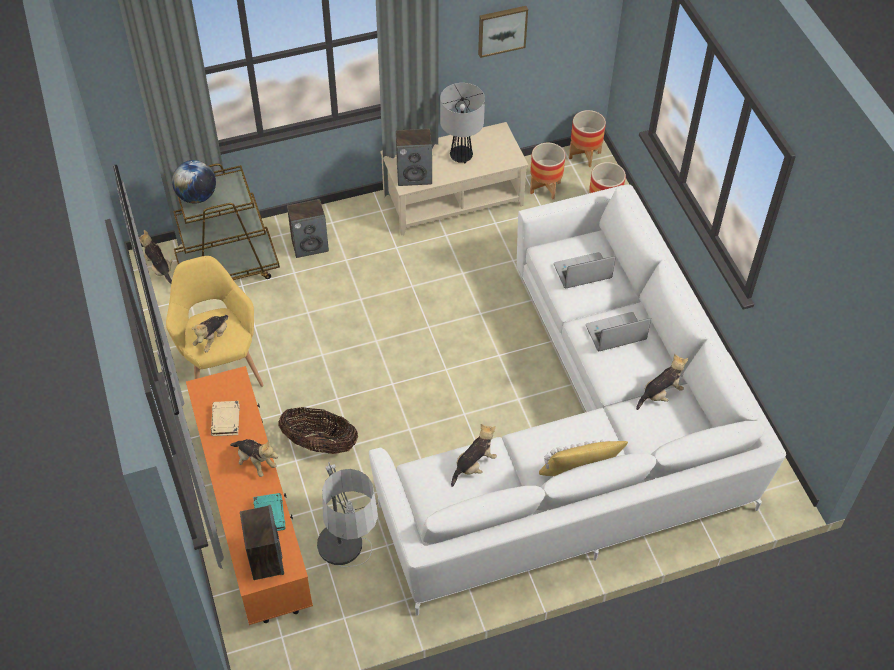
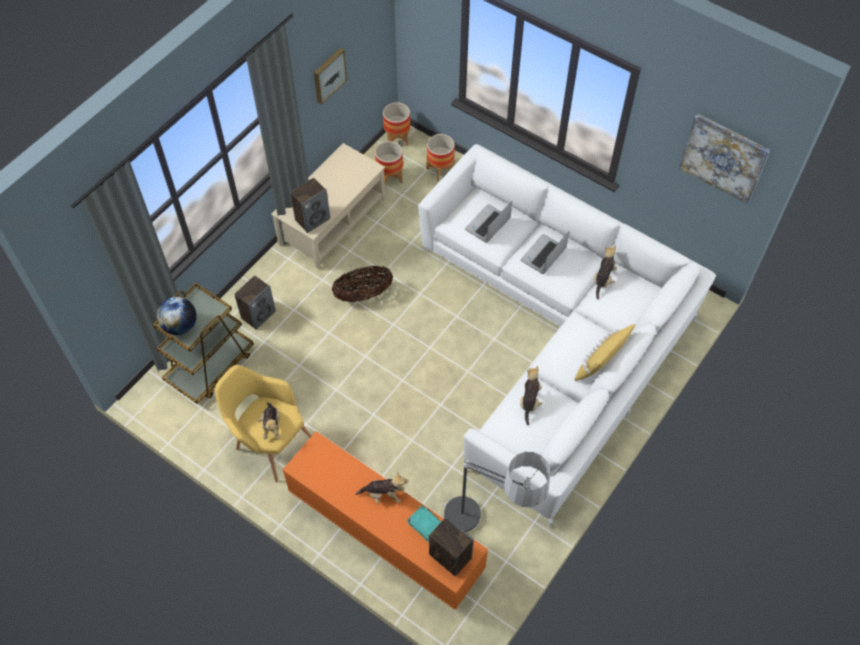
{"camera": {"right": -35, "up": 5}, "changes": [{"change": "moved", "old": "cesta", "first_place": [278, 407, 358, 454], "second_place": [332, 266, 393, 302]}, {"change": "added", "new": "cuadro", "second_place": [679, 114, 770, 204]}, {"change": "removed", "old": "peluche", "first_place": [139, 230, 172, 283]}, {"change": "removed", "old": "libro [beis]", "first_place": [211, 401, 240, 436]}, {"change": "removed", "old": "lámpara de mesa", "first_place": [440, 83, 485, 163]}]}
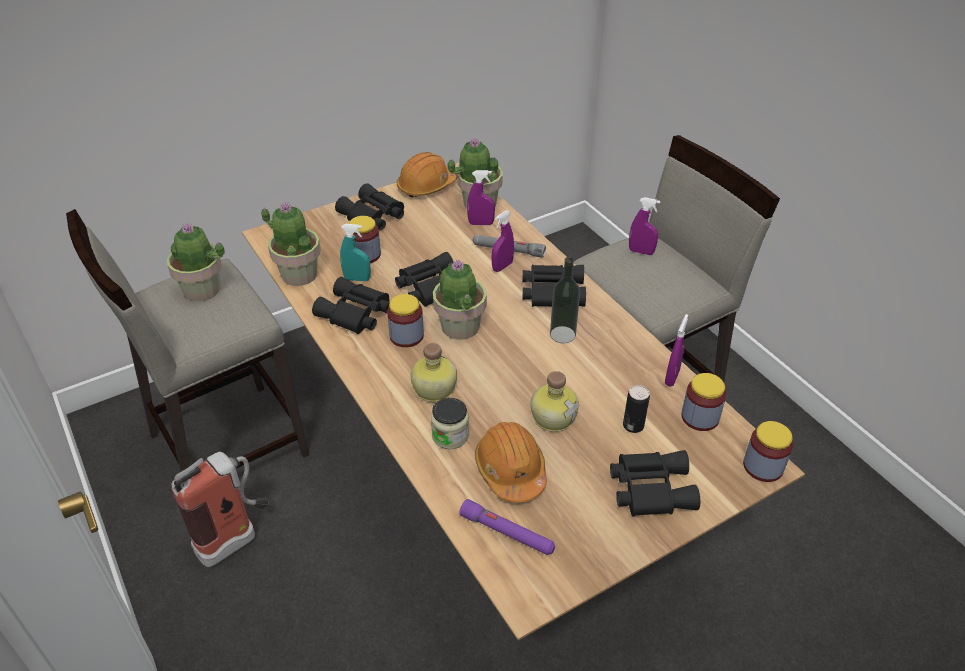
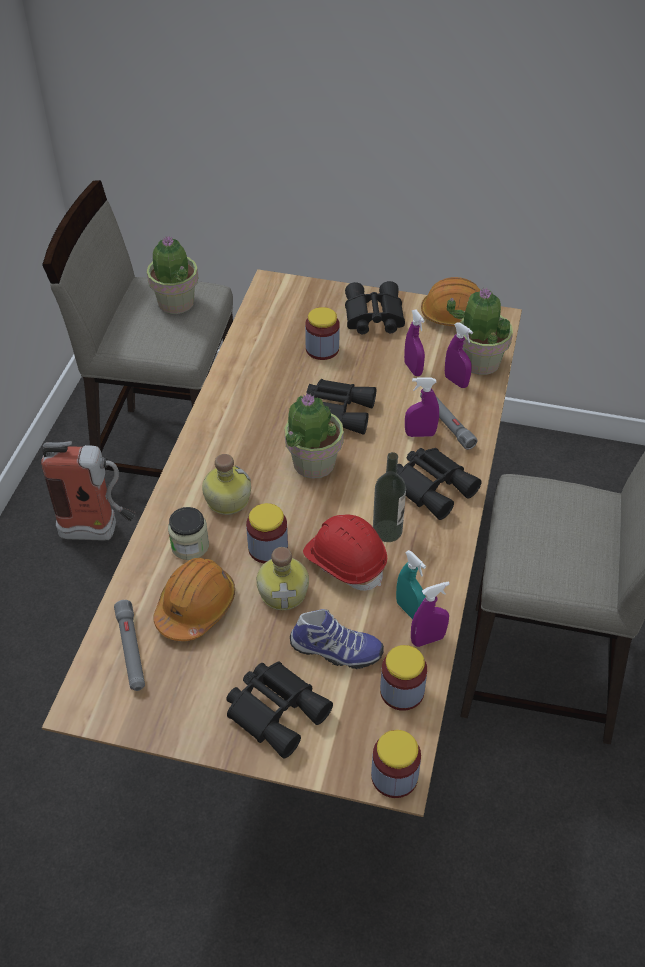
{"camera": {"right": 45, "up": 5}, "changes": [{"change": "recoloured", "old": "linterna [morado]", "new": "linterna [gris]", "first_place": [459, 499, 555, 555], "second_place": [114, 600, 145, 691]}, {"change": "moved", "old": "tarro", "first_place": [387, 294, 424, 347], "second_place": [246, 503, 288, 563]}, {"change": "replaced", "old": "lata", "new": "zapato", "first_place": [623, 385, 650, 433], "second_place": [290, 609, 384, 669]}, {"change": "added", "new": "casco [rojo]", "second_place": [303, 515, 387, 591]}, {"change": "moved", "old": "pulverizador [turquesa]", "first_place": [340, 224, 371, 281], "second_place": [396, 550, 426, 619]}, {"change": "moved", "old": "pulverizador [morado]", "first_place": [629, 197, 660, 255], "second_place": [404, 309, 425, 376]}, {"change": "removed", "old": "planta en maceta", "first_place": [261, 203, 321, 286]}, {"change": "removed", "old": "prismáticos [negro]", "first_place": [312, 277, 390, 334]}]}
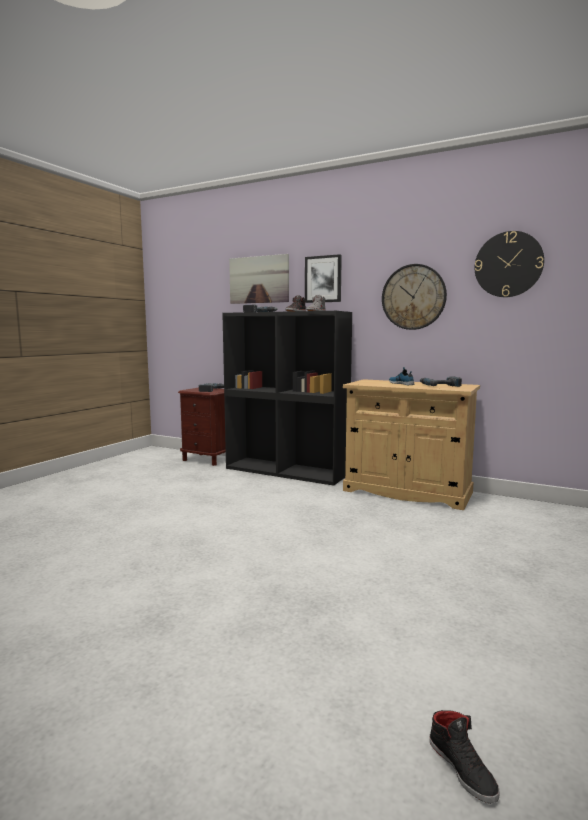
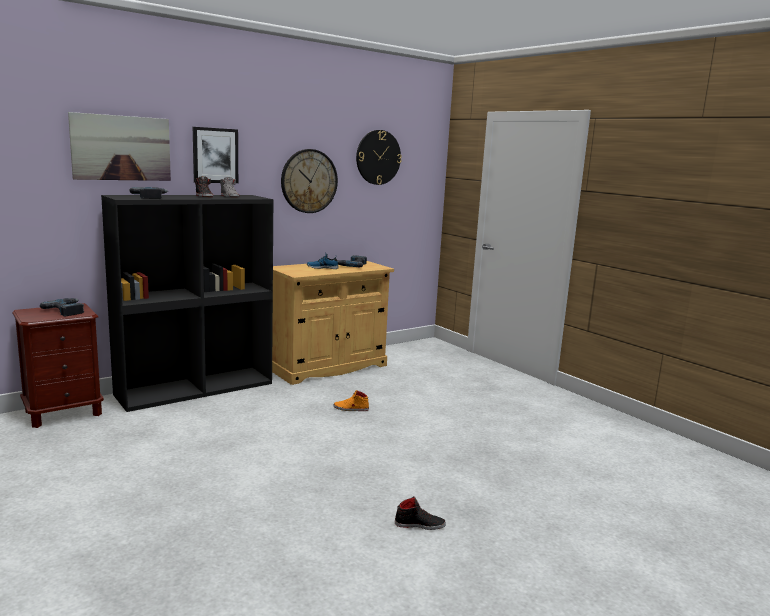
{"camera": {"right": -65, "up": 5}, "changes": [{"change": "added", "new": "zapato [naranja]", "second_place": [334, 390, 369, 411]}, {"change": "moved", "old": "zapato [negro]", "first_place": [429, 710, 500, 804], "second_place": [395, 496, 446, 530]}]}
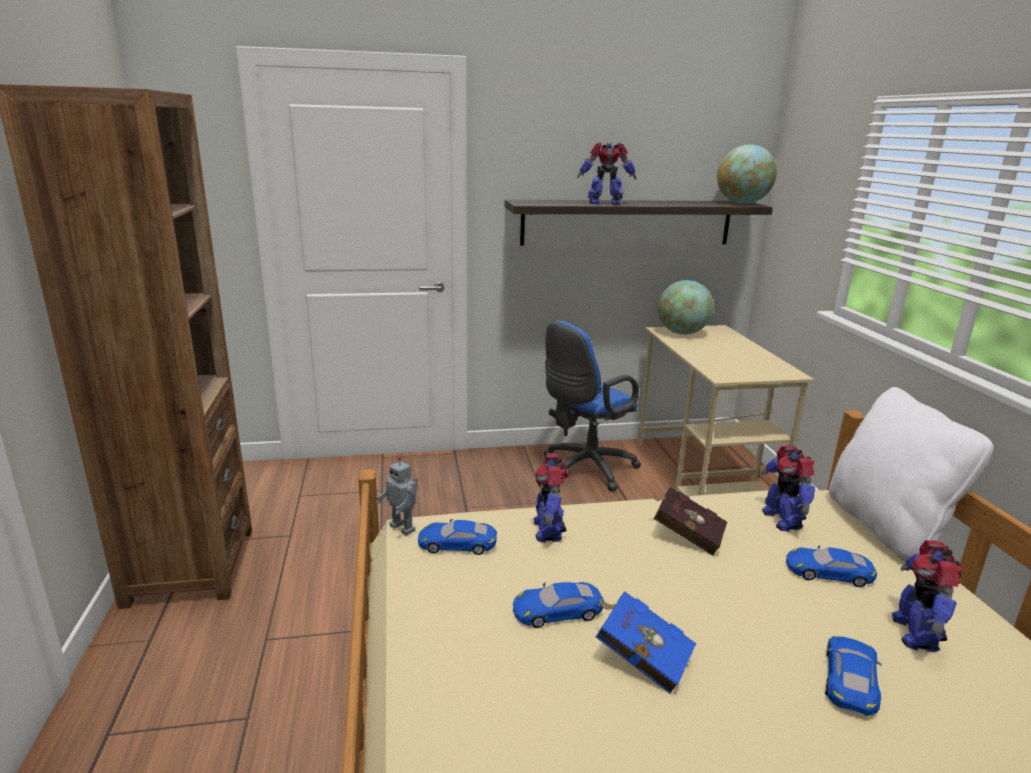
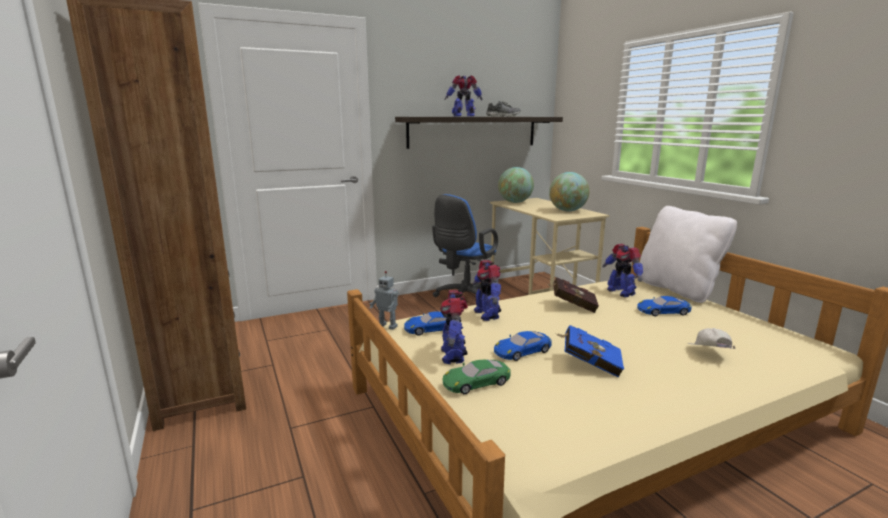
{"camera": {"right": -15, "up": -5}, "changes": [{"change": "moved", "old": "robot de juguete", "first_place": [892, 540, 963, 652], "second_place": [440, 290, 468, 364]}, {"change": "added", "new": "coche de juguete [verde]", "second_place": [442, 360, 511, 394]}, {"change": "added", "new": "zapato", "second_place": [486, 101, 521, 116]}, {"change": "moved", "old": "globo terráqueo", "first_place": [717, 144, 777, 204], "second_place": [549, 172, 590, 211]}, {"change": "replaced", "old": "coche de juguete [azul]", "new": "gorra [blanco]", "first_place": [825, 636, 881, 716], "second_place": [688, 328, 735, 349]}]}
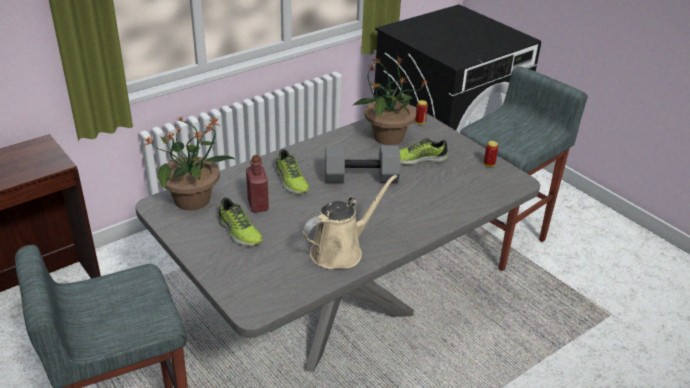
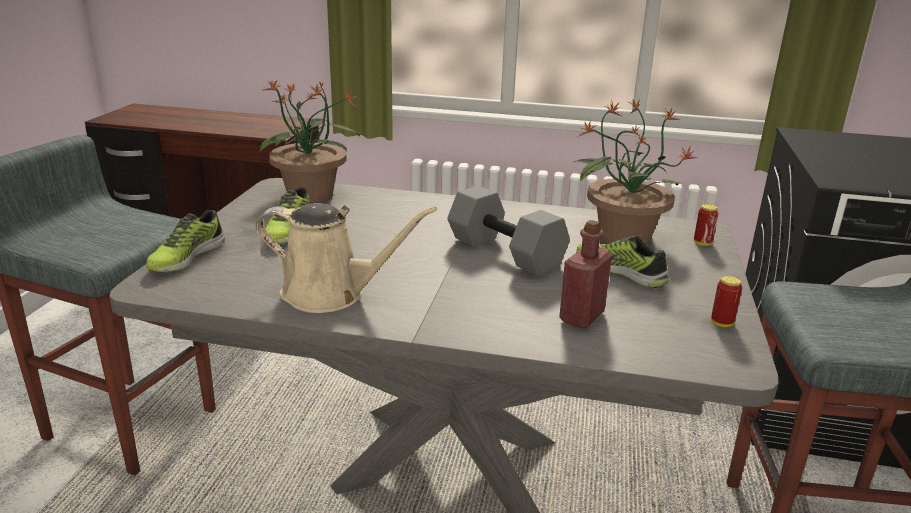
{"camera": {"right": 50, "up": -10}, "changes": [{"change": "moved", "old": "zapato", "first_place": [275, 149, 310, 194], "second_place": [146, 210, 225, 272]}, {"change": "moved", "old": "botella [rojo]", "first_place": [246, 155, 269, 213], "second_place": [559, 220, 612, 329]}]}
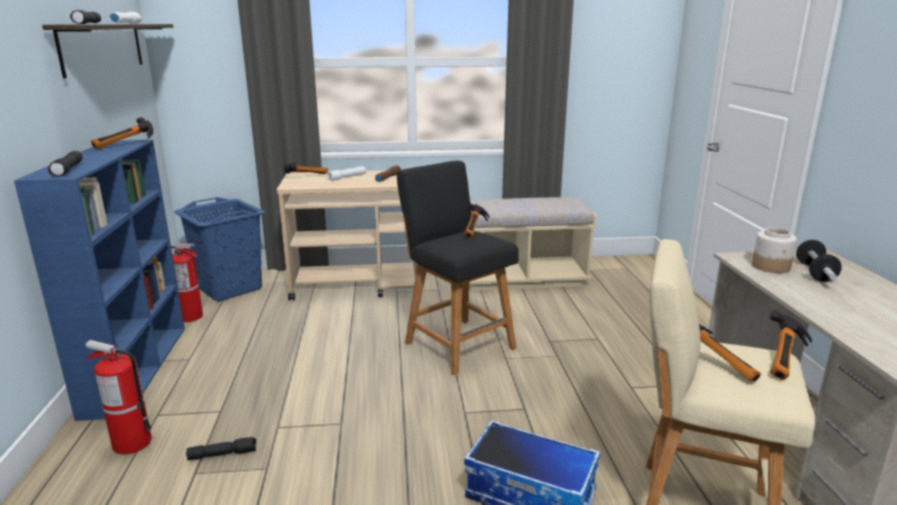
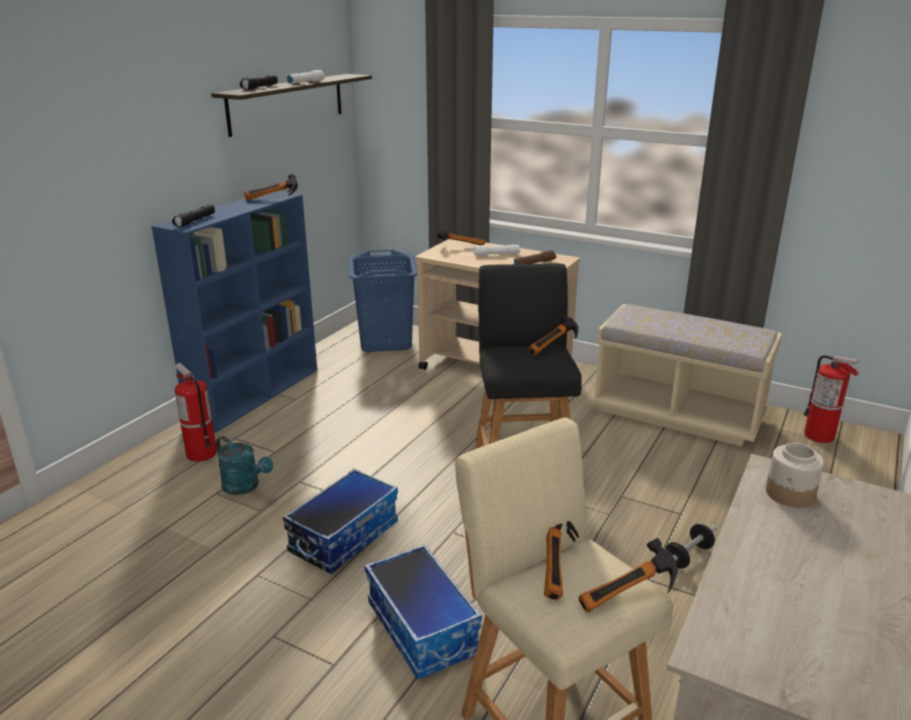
{"camera": {"right": 35, "up": 5}, "changes": [{"change": "replaced", "old": "linterna [negro]", "new": "regadera [turquesa]", "first_place": [186, 437, 256, 460], "second_place": [216, 436, 273, 495]}, {"change": "added", "new": "caja de almacenaje", "second_place": [283, 469, 398, 574]}, {"change": "moved", "old": "mancuerna", "first_place": [796, 240, 842, 282], "second_place": [666, 524, 717, 569]}, {"change": "moved", "old": "extintor", "first_place": [171, 243, 203, 322], "second_place": [803, 355, 859, 443]}]}
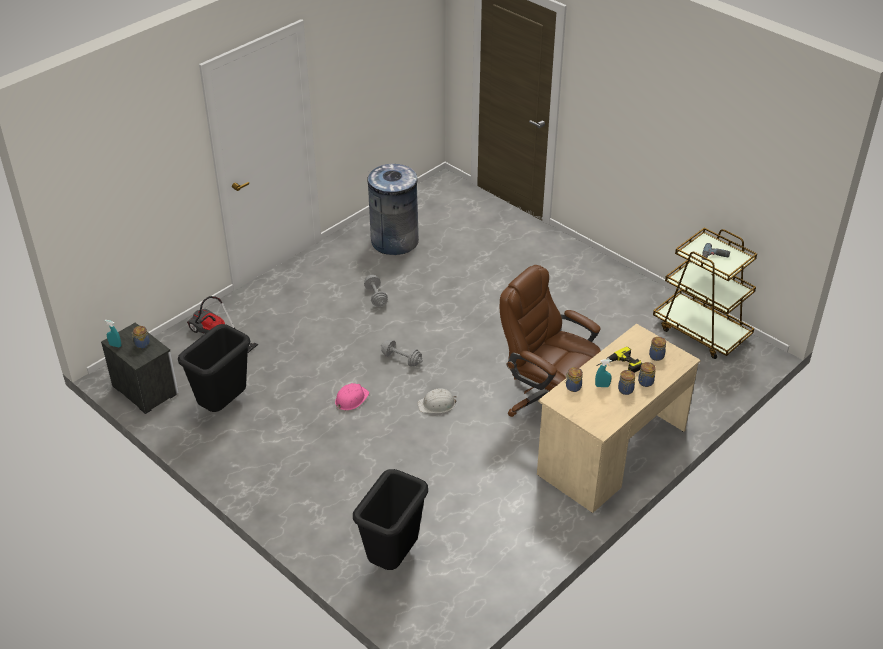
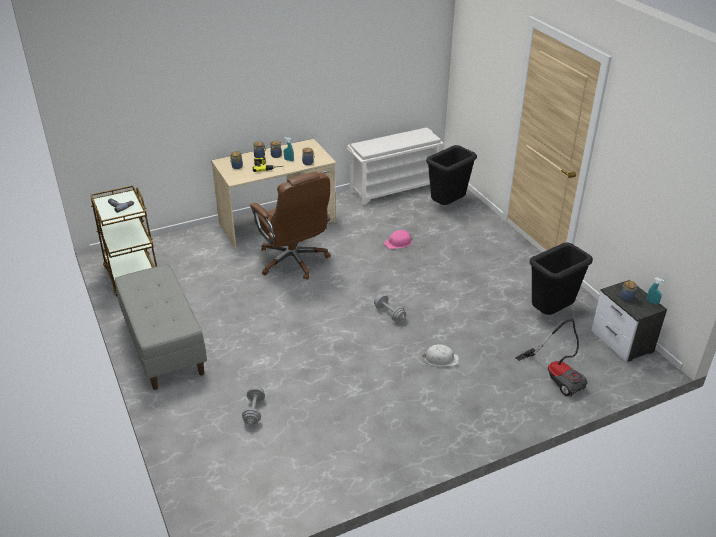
{"camera": {"right": -160, "up": -5}, "changes": [{"change": "added", "new": "banco [gris]", "second_place": [115, 264, 207, 390]}, {"change": "moved", "old": "mancuerna [gris]", "first_place": [364, 275, 388, 307], "second_place": [242, 386, 265, 426]}, {"change": "added", "new": "zapatero [blanco]", "second_place": [347, 128, 444, 205]}, {"change": "moved", "old": "casco [rosa]", "first_place": [335, 383, 369, 410], "second_place": [384, 230, 412, 249]}, {"change": "moved", "old": "casco [blanco]", "first_place": [417, 389, 457, 414], "second_place": [422, 344, 459, 367]}, {"change": "removed", "old": "papelera [gris]", "first_place": [367, 164, 419, 255]}]}
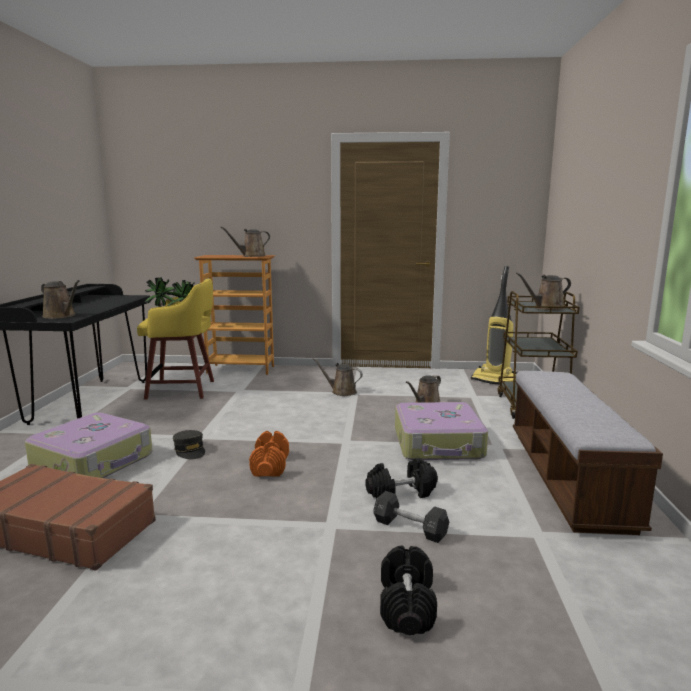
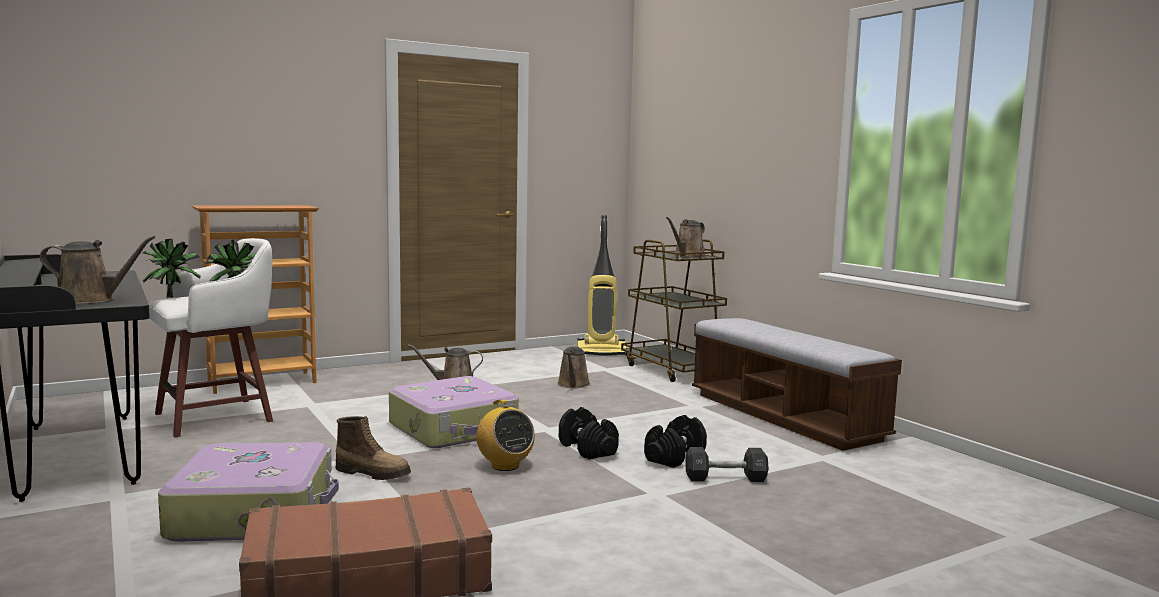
{"camera": {"right": -35, "up": -5}, "changes": [{"change": "recoloured", "old": "taburete [amarillo]", "new": "taburete [blanco]", "first_place": [137, 279, 214, 400], "second_place": [149, 238, 273, 437]}, {"change": "replaced", "old": "gorra [gris]", "new": "bota", "first_place": [173, 430, 205, 459], "second_place": [336, 416, 411, 480]}, {"change": "moved", "old": "maleta", "first_place": [395, 402, 488, 460], "second_place": [389, 376, 519, 448]}, {"change": "replaced", "old": "mancuerna [naranja]", "new": "radio", "first_place": [249, 431, 289, 476], "second_place": [476, 399, 535, 471]}, {"change": "moved", "old": "mancuerna [negro]", "first_place": [380, 546, 437, 635], "second_place": [559, 407, 619, 459]}, {"change": "removed", "old": "regadera [marrón]", "first_place": [220, 227, 270, 257]}]}
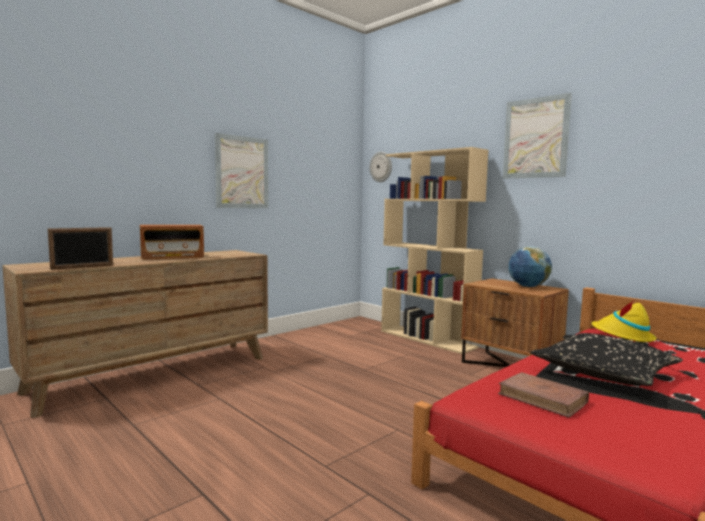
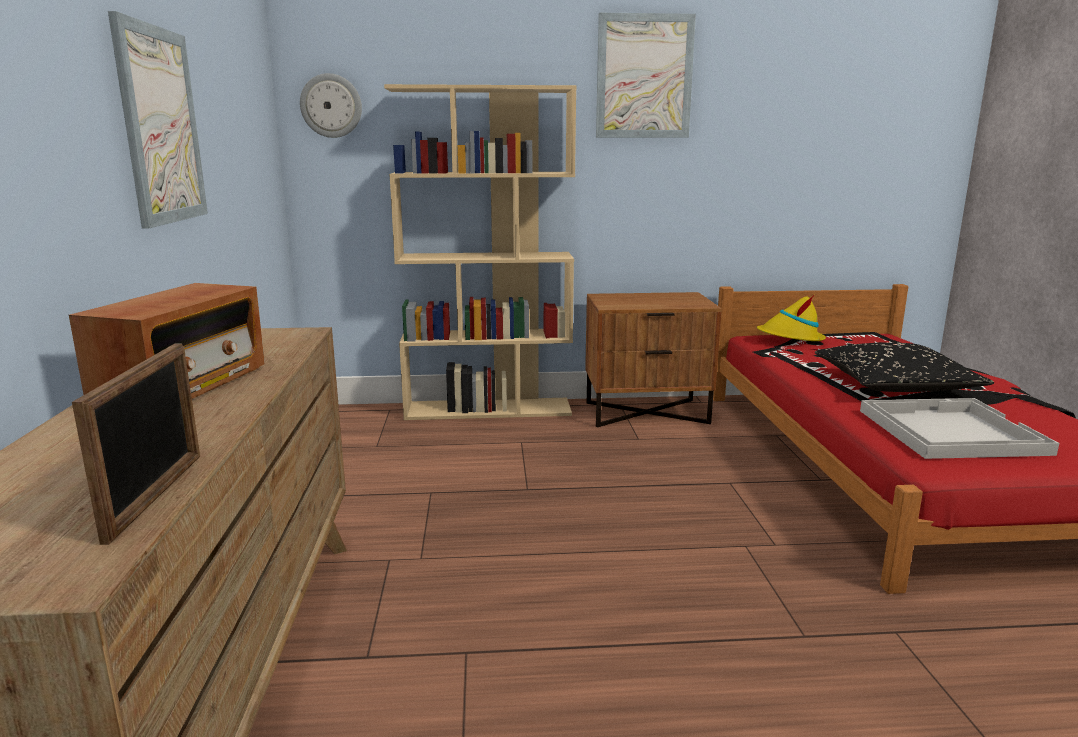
{"camera": {"right": -50, "up": 10}, "changes": [{"change": "replaced", "old": "libro [marrón]", "new": "bandeja [blanco]", "first_place": [498, 372, 589, 418], "second_place": [860, 398, 1059, 459]}, {"change": "removed", "old": "globo terráqueo", "first_place": [509, 246, 552, 287]}]}
